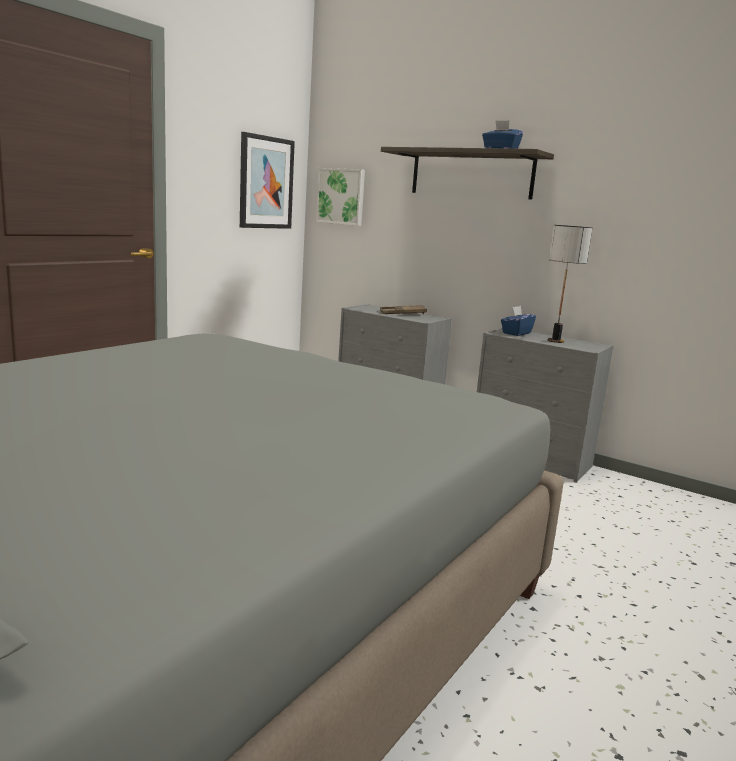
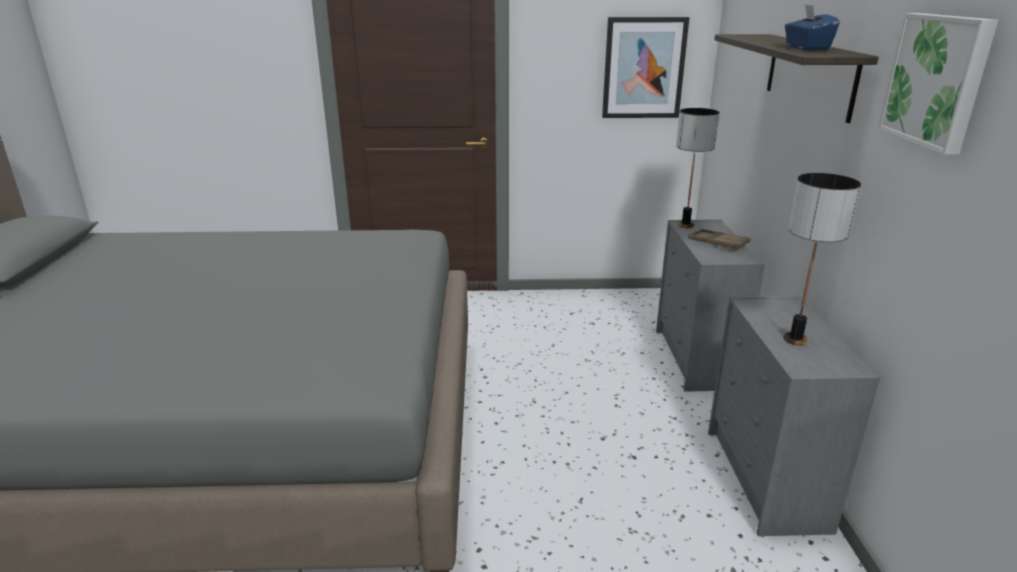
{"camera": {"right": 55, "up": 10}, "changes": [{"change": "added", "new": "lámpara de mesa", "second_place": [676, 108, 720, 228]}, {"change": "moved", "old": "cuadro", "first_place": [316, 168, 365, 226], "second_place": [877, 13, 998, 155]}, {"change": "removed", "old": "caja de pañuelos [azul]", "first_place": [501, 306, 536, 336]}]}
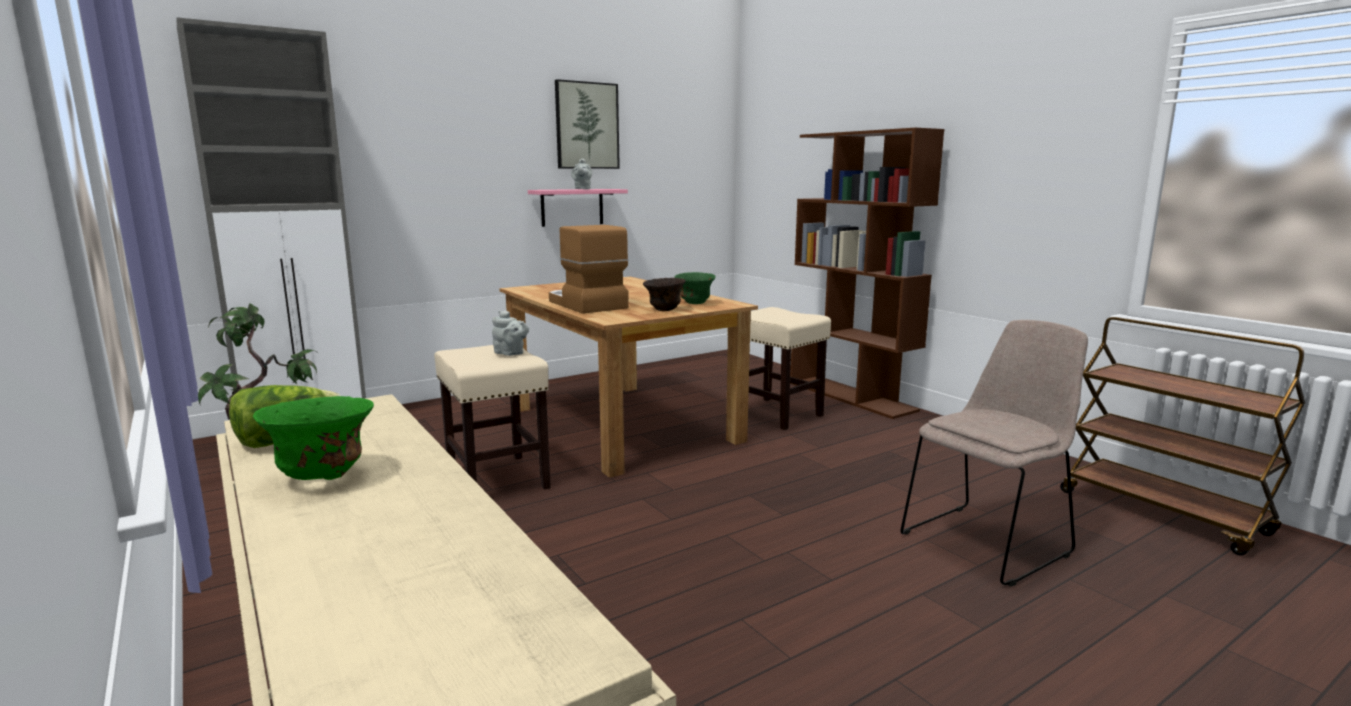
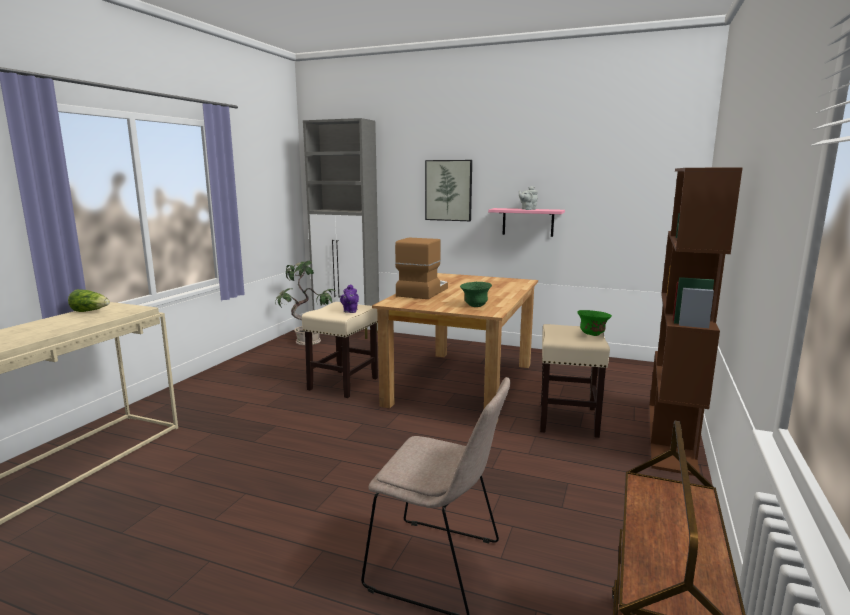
{"camera": {"right": 55, "up": 0}, "changes": [{"change": "recoloured", "old": "tetera [gris]", "new": "tetera [morado]", "first_place": [492, 310, 529, 356], "second_place": [340, 285, 359, 313]}, {"change": "moved", "old": "cuadro", "first_place": [555, 79, 620, 169], "second_place": [425, 160, 472, 221]}, {"change": "moved", "old": "cuenco [verde]", "first_place": [253, 396, 374, 480], "second_place": [577, 310, 612, 336]}, {"change": "removed", "old": "cuenco [marrón]", "first_place": [643, 278, 686, 311]}]}
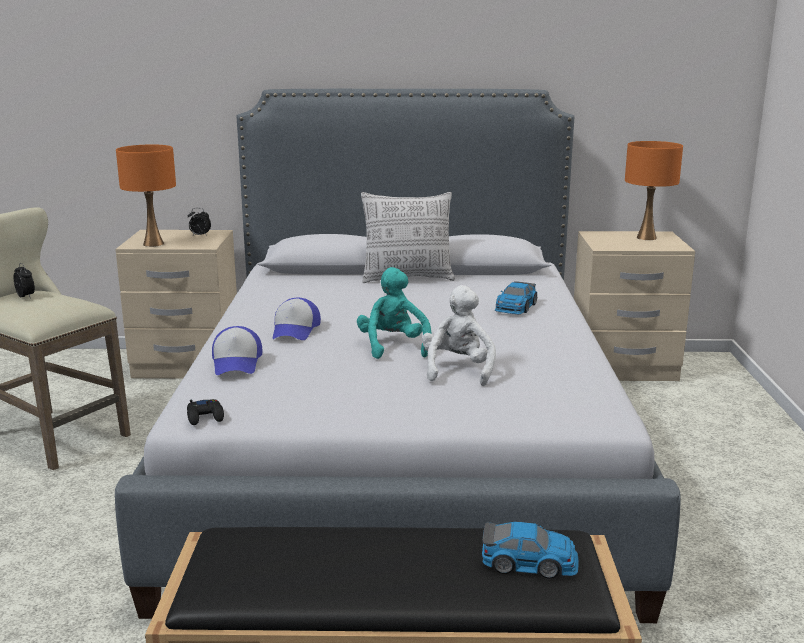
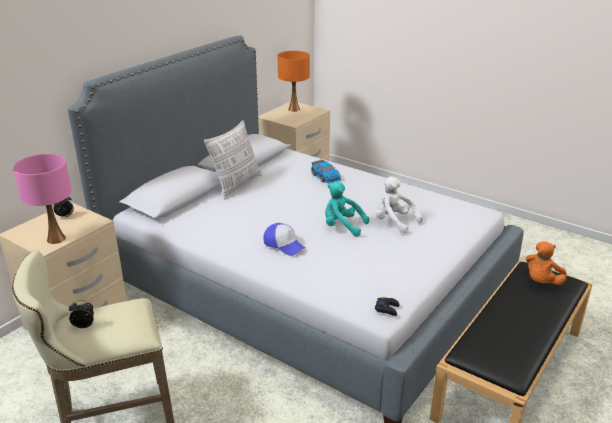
{"camera": {"right": -55, "up": 10}, "changes": [{"change": "recoloured", "old": "lámpara de mesa [naranja]", "new": "lámpara de mesa [rosa]", "first_place": [116, 144, 176, 247], "second_place": [13, 154, 72, 244]}, {"change": "replaced", "old": "coche de juguete", "new": "peluche [naranja]", "first_place": [482, 522, 579, 578], "second_place": [526, 241, 567, 285]}, {"change": "removed", "old": "gorra", "first_place": [212, 326, 262, 375]}]}
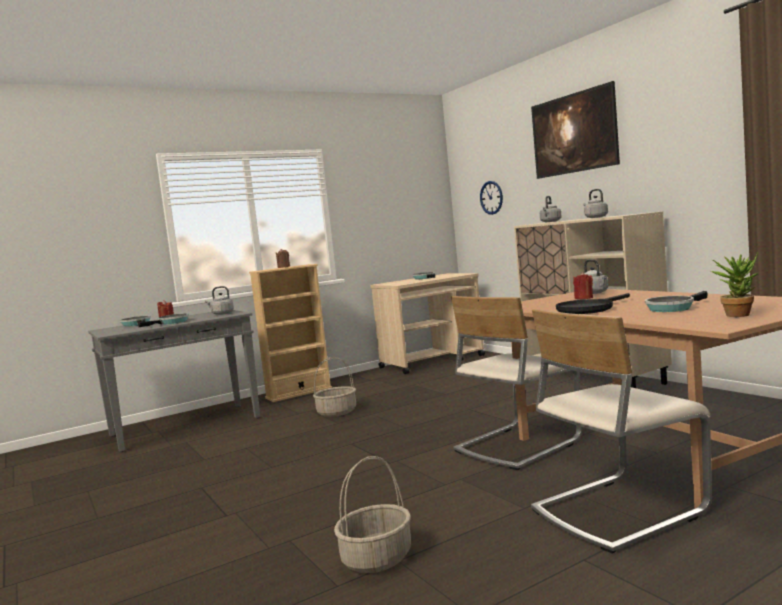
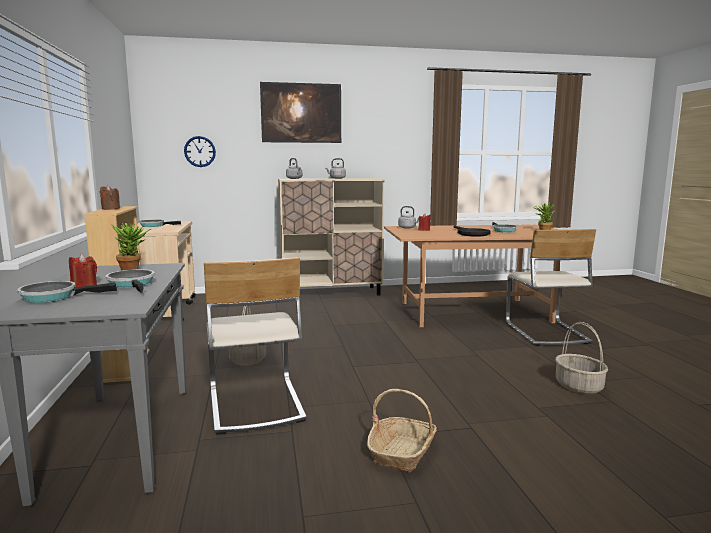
{"camera": {"right": -70, "up": 5}, "changes": [{"change": "replaced", "old": "hervidor [gris]", "new": "planta en maceta", "first_place": [205, 286, 234, 315], "second_place": [111, 223, 151, 271]}, {"change": "moved", "old": "silla [beis]", "first_place": [451, 296, 582, 470], "second_place": [204, 257, 307, 435]}, {"change": "added", "new": "cesta", "second_place": [367, 389, 437, 473]}]}
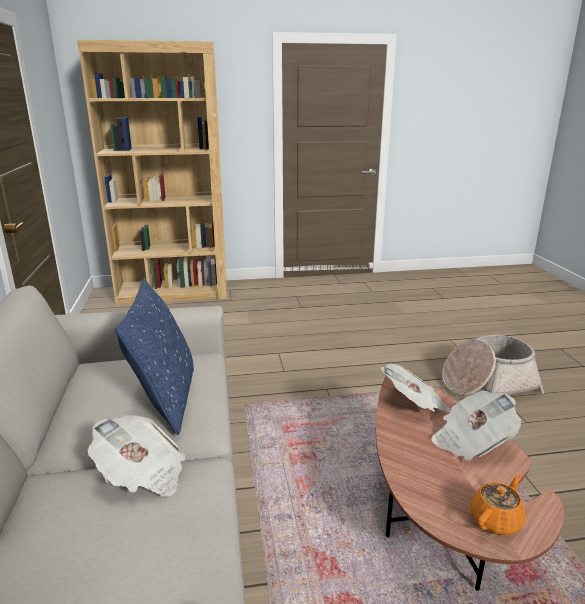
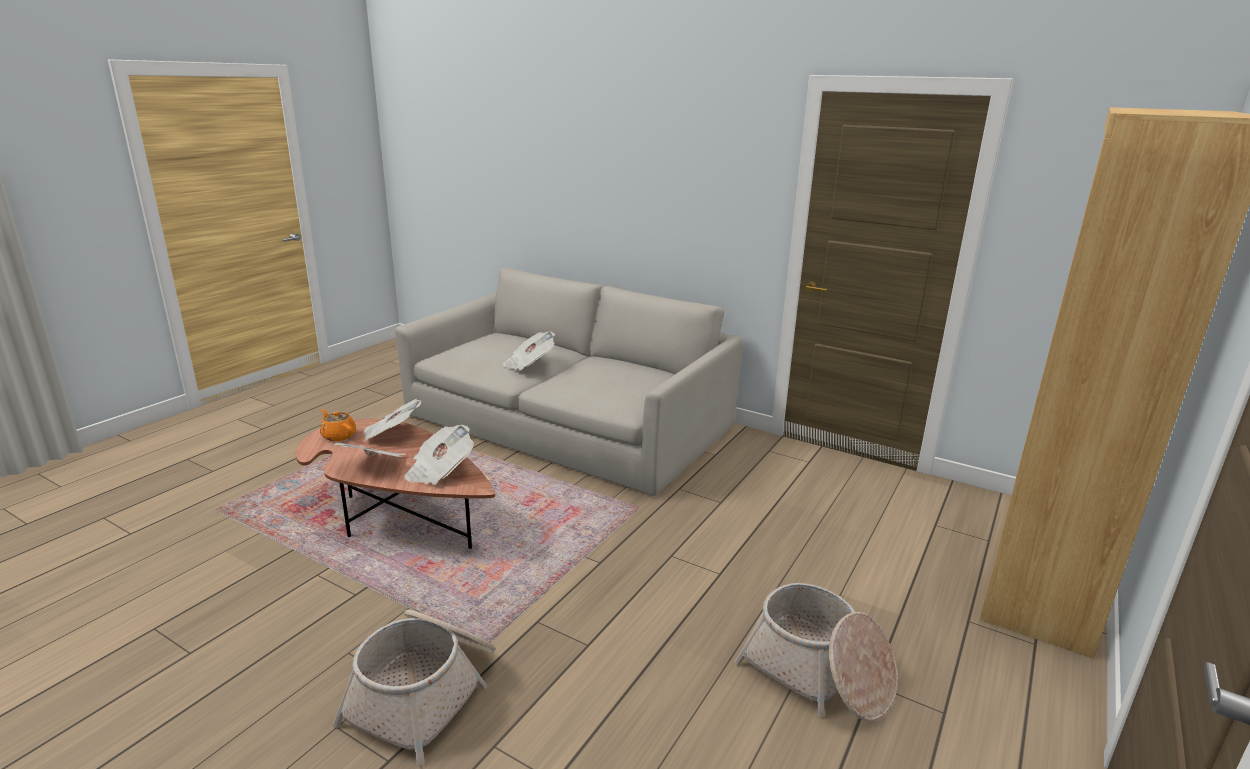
{"camera": {"right": 130, "up": 0}, "changes": [{"change": "turned", "old": "tetera [naranja]", "first_place": [470, 474, 526, 535], "second_place": [320, 409, 356, 441], "degrees": 135}, {"change": "added", "new": "periódico", "second_place": [364, 399, 421, 441]}, {"change": "added", "new": "cesta", "second_place": [734, 583, 898, 721]}, {"change": "removed", "old": "cojín [azul]", "first_place": [115, 279, 194, 435]}]}
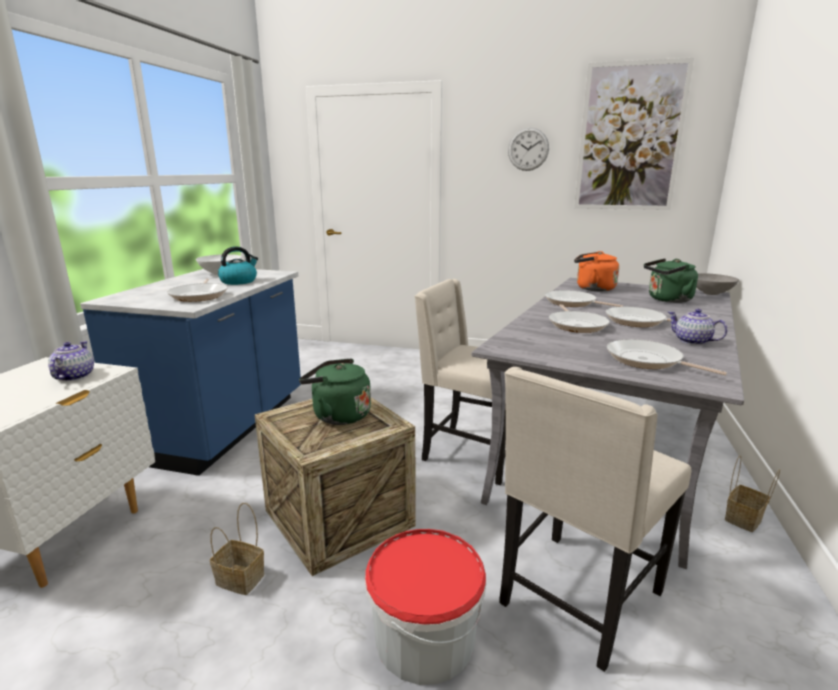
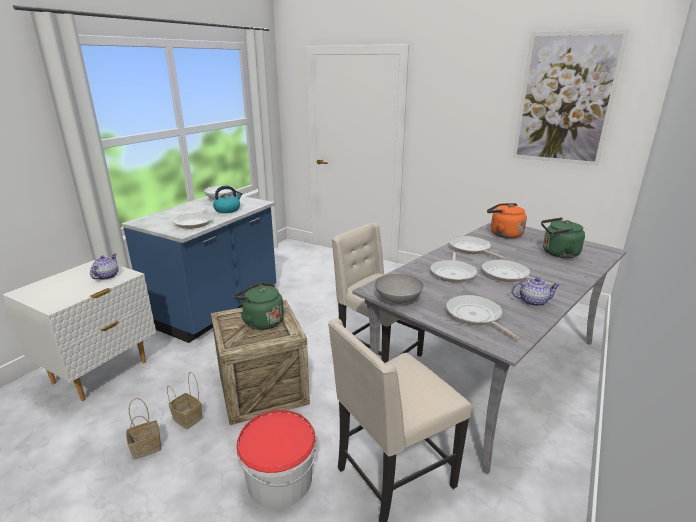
{"camera": {"right": 15, "up": 5}, "changes": [{"change": "moved", "old": "cesta", "first_place": [725, 455, 780, 532], "second_place": [126, 398, 162, 460]}, {"change": "moved", "old": "cuenco [gris]", "first_place": [696, 273, 739, 295], "second_place": [375, 274, 424, 304]}, {"change": "turned", "old": "tetera", "first_place": [668, 309, 728, 345], "second_place": [512, 277, 561, 306], "degrees": 120}, {"change": "removed", "old": "reloj de pared", "first_place": [508, 128, 549, 171]}]}
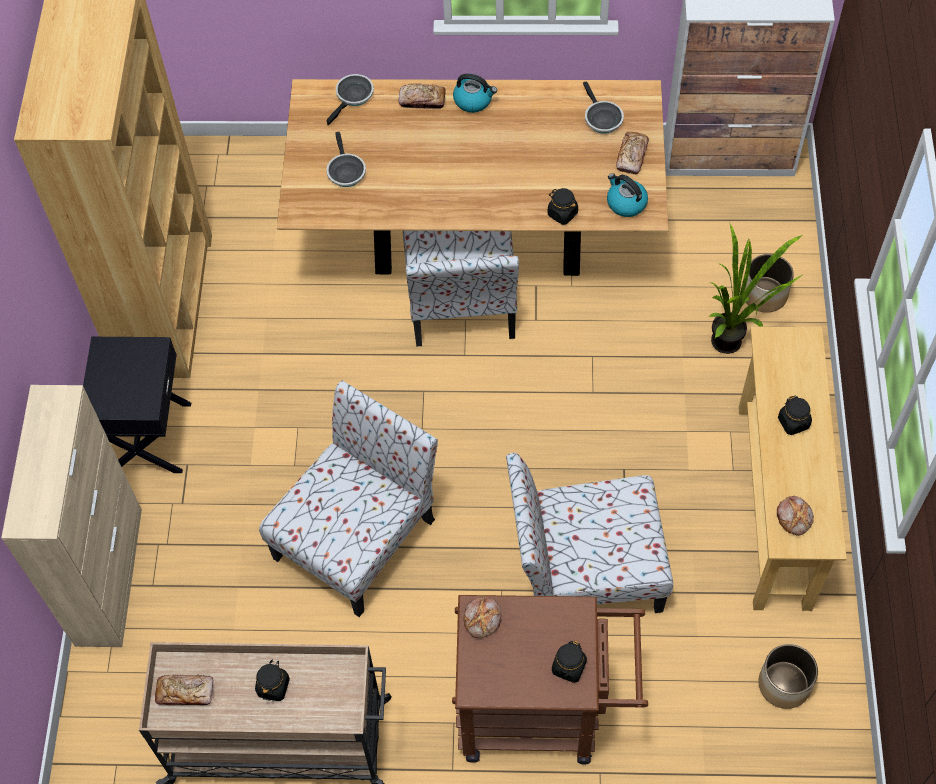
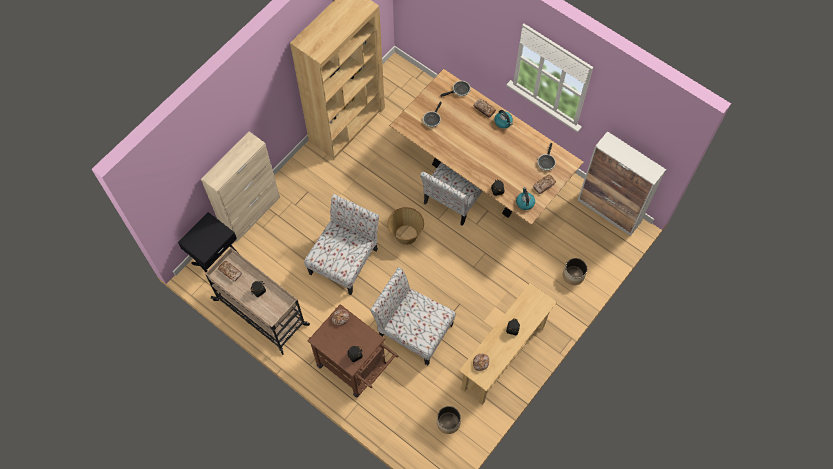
{"camera": {"right": 35, "up": 5}, "changes": [{"change": "moved", "old": "mesita de noche [negro]", "first_place": [83, 337, 191, 473], "second_place": [178, 212, 237, 272]}, {"change": "turned", "old": "silla", "first_place": [259, 380, 438, 617], "second_place": [304, 194, 379, 295], "degrees": -45}, {"change": "added", "new": "cesta", "second_place": [387, 207, 424, 245]}, {"change": "removed", "old": "planta en maceta", "first_place": [709, 224, 803, 354]}]}
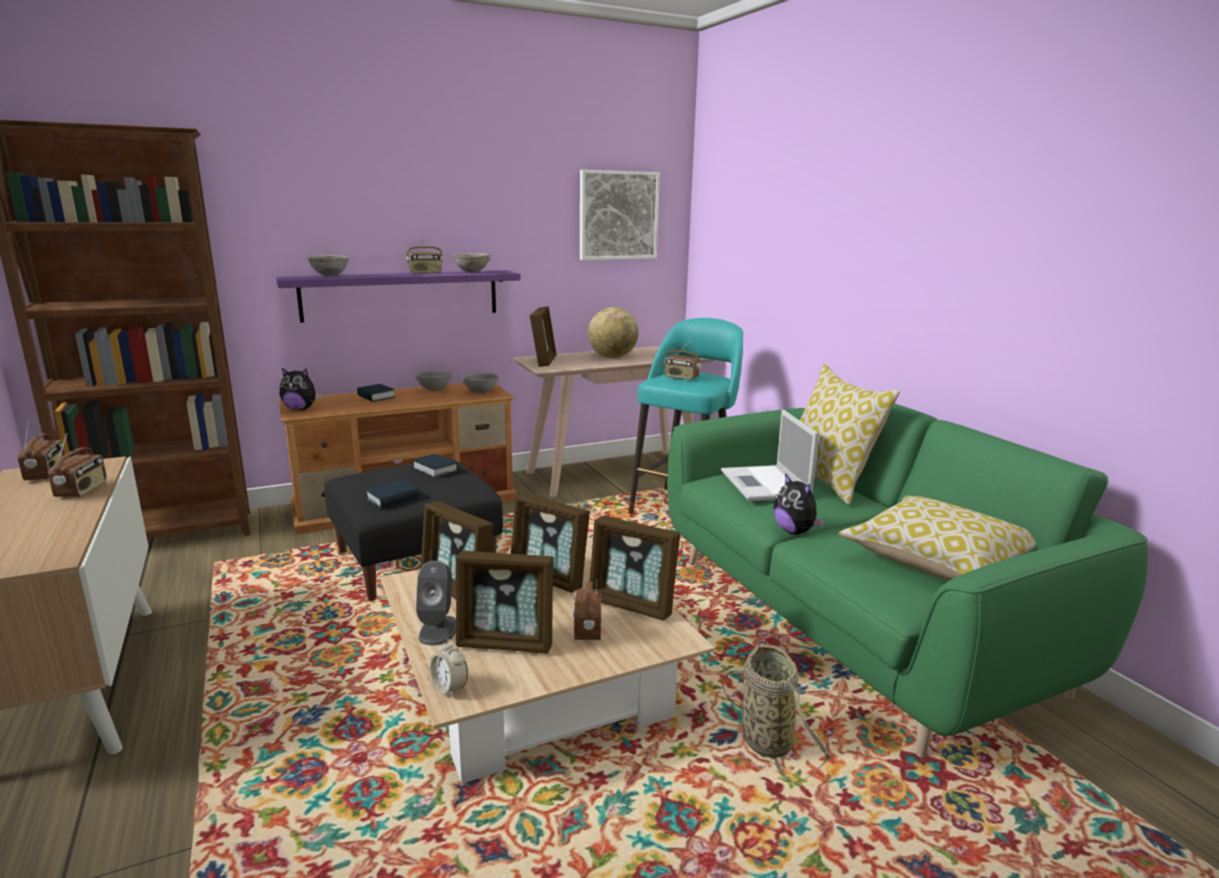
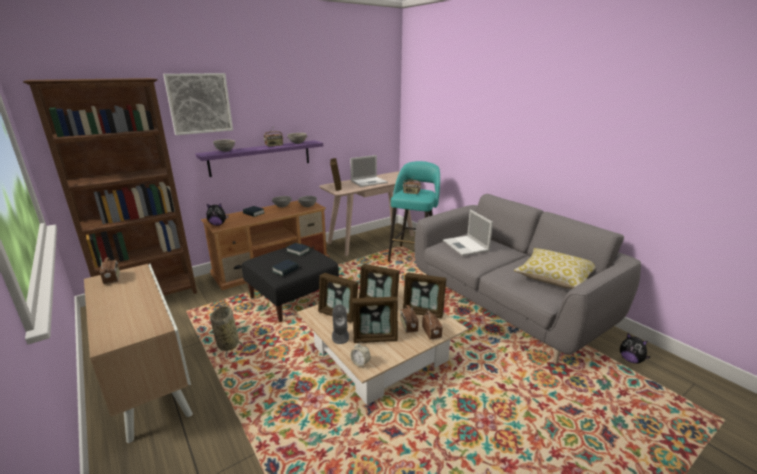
{"camera": {"right": -10, "up": 5}, "changes": [{"change": "moved", "old": "cuadro", "first_place": [580, 170, 660, 260], "second_place": [163, 73, 233, 135]}, {"change": "moved", "old": "cesta", "first_place": [722, 644, 832, 783], "second_place": [210, 306, 247, 359]}, {"change": "replaced", "old": "globo terráqueo", "new": "portátil", "first_place": [588, 307, 639, 358], "second_place": [350, 155, 388, 187]}, {"change": "recoloured", "old": "sofá [verde]", "new": "sofá [gris]", "first_place": [667, 403, 1148, 758], "second_place": [415, 194, 641, 364]}, {"change": "moved", "old": "radio", "first_place": [48, 433, 107, 498], "second_place": [422, 310, 442, 340]}, {"change": "moved", "old": "peluche", "first_place": [773, 473, 824, 534], "second_place": [620, 333, 651, 364]}, {"change": "removed", "old": "cojín", "first_place": [800, 364, 900, 504]}]}
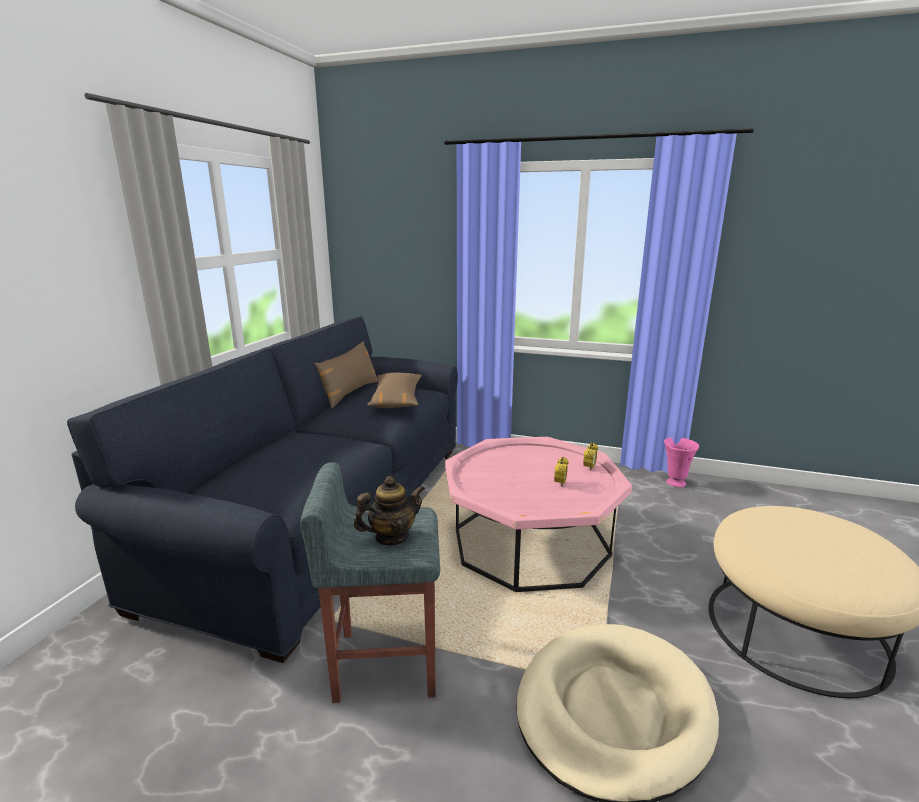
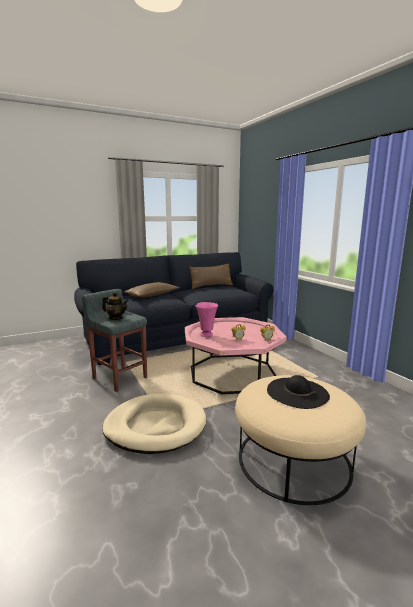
{"camera": {"right": 45, "up": -5}, "changes": [{"change": "moved", "old": "cojín [marrón]", "first_place": [367, 373, 422, 408], "second_place": [124, 282, 180, 297]}, {"change": "moved", "old": "florero [rosa]", "first_place": [664, 438, 699, 487], "second_place": [196, 302, 218, 337]}, {"change": "added", "new": "sombrero [negro]", "second_place": [267, 375, 330, 409]}]}
